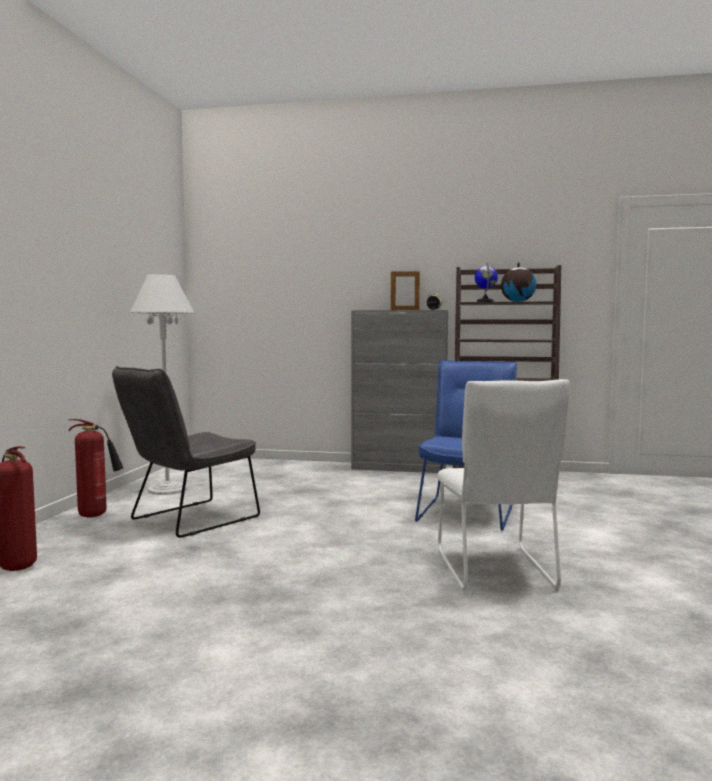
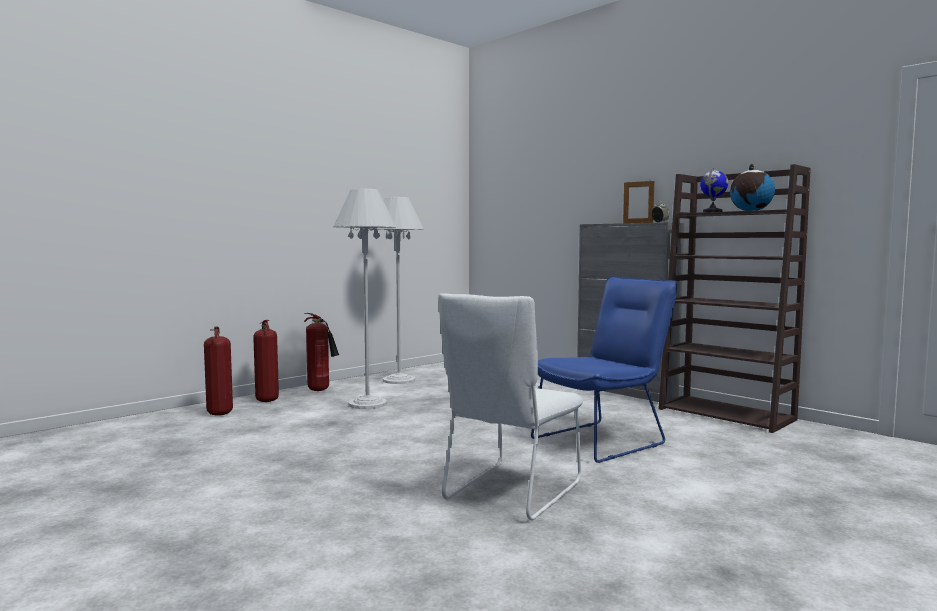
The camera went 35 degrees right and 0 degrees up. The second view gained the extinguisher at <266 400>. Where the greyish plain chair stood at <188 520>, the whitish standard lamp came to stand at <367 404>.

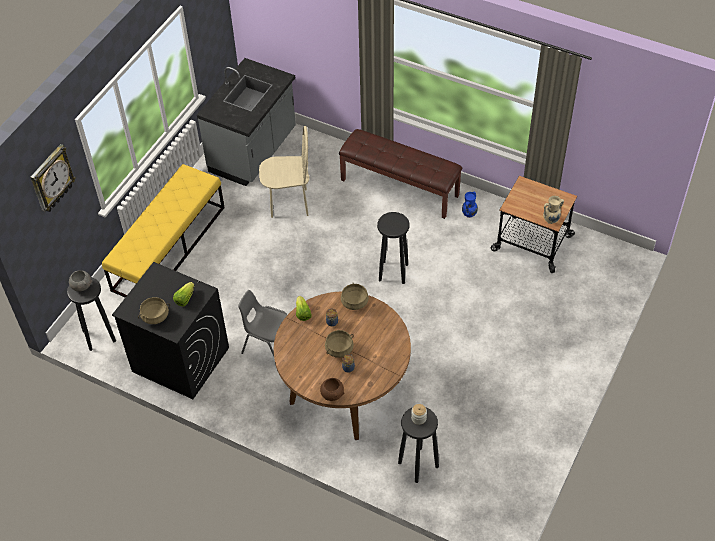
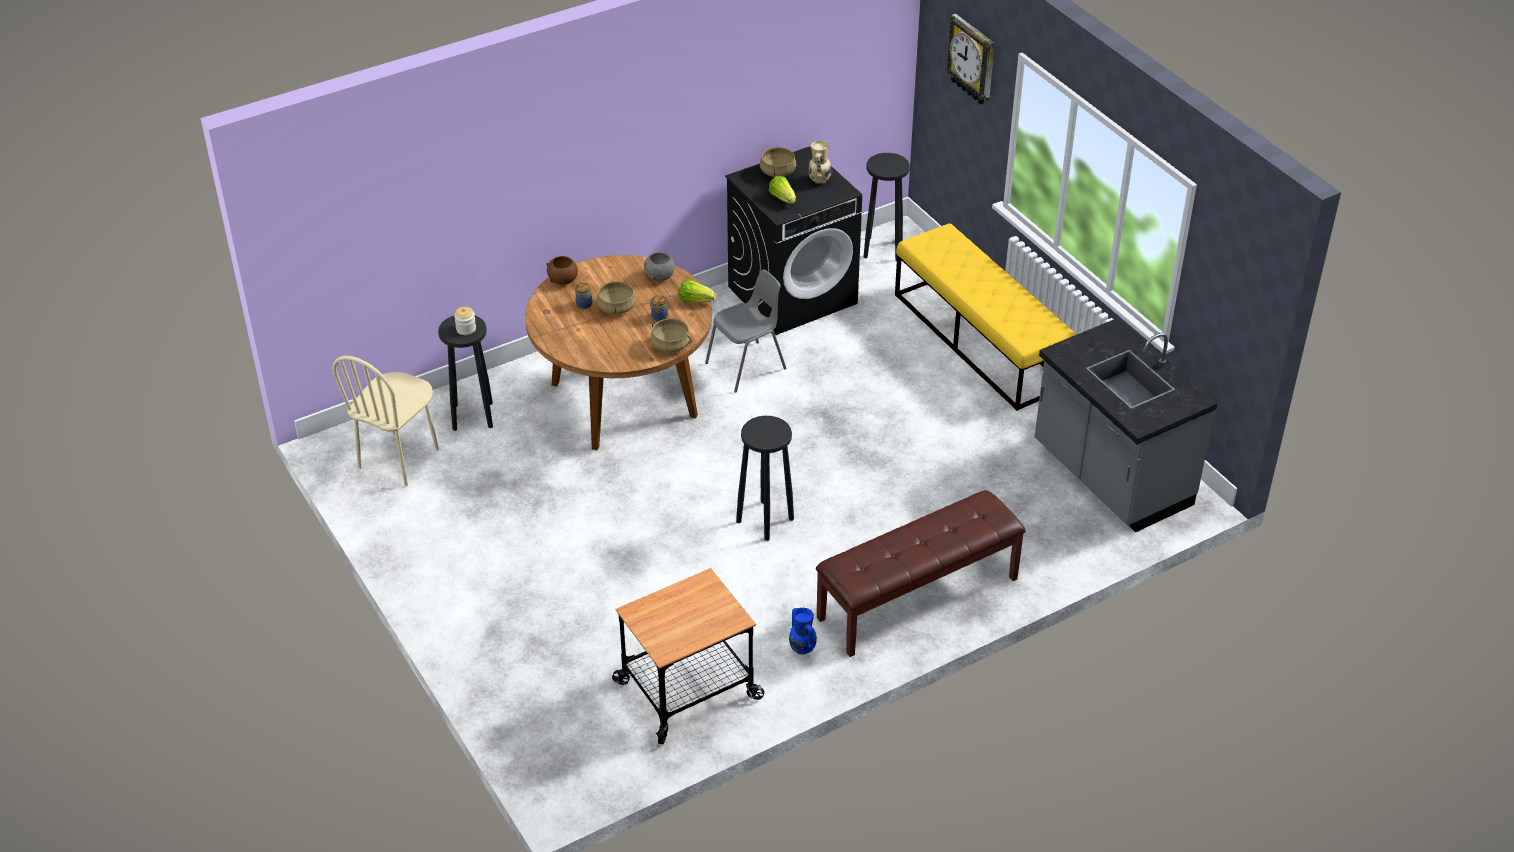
The camera went 120 degrees right and 10 degrees down. The greyish deep dish ended up elsewhere, having gone from <81 286> to <660 276>. The sand-coloured plain chair ended up elsewhere, having gone from <289 203> to <399 459>. The sand-coloured flower vase ended up elsewhere, having gone from <551 220> to <819 180>.

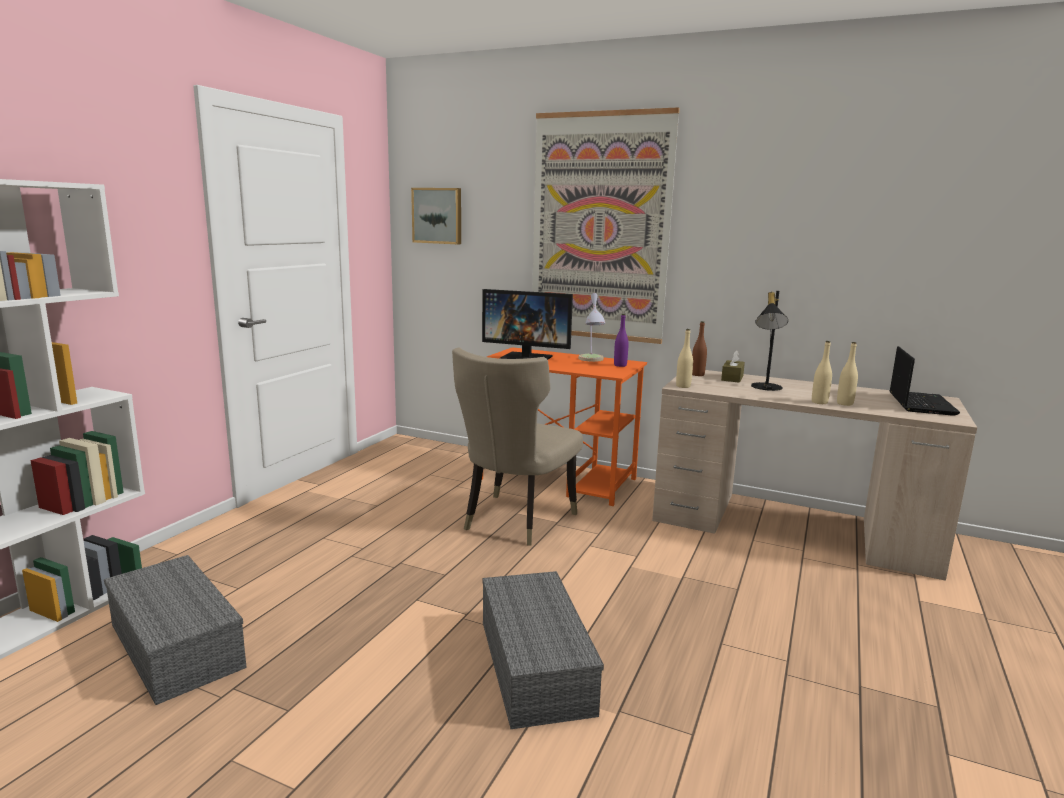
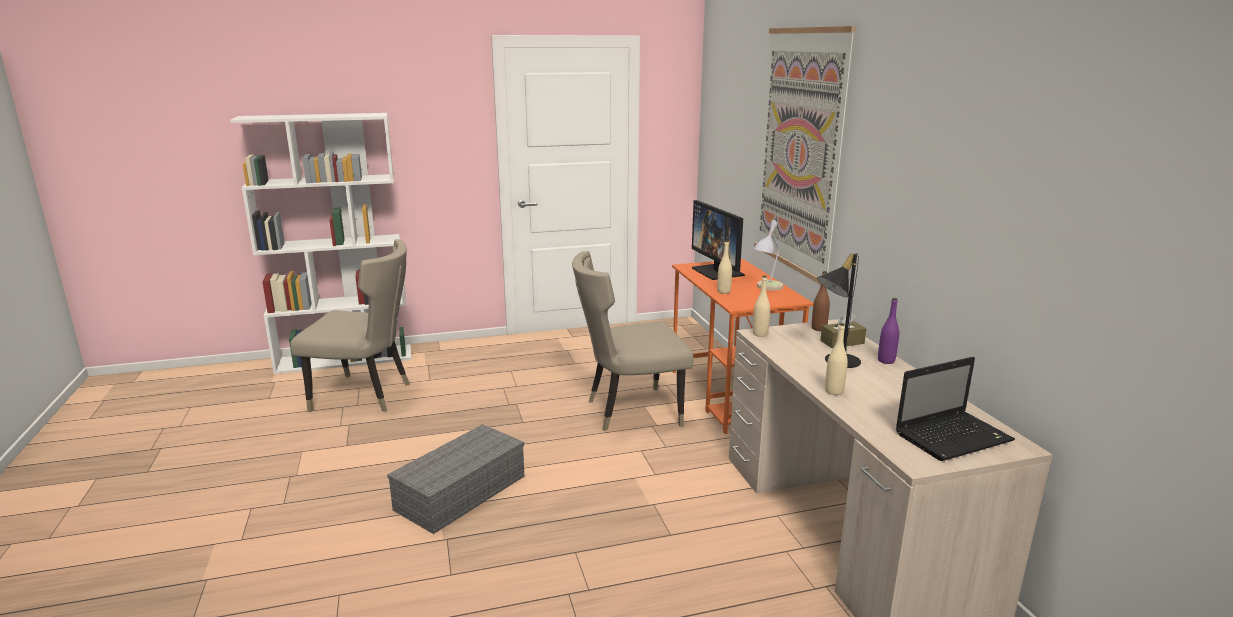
The camera went 50 degrees right and 5 degrees up. The second view lost the wall art at <438 216>. The purple drink bottle ended up elsewhere, having gone from <620 365> to <886 361>. The sand-coloured drink bottle ended up elsewhere, having gone from <844 403> to <723 291>. Where the greyish storage container stood at <179 646>, the sand-coloured plain chair came to stand at <366 395>.

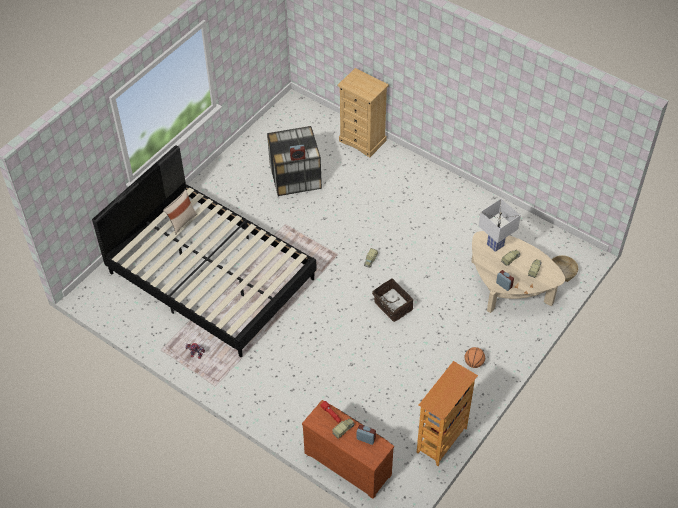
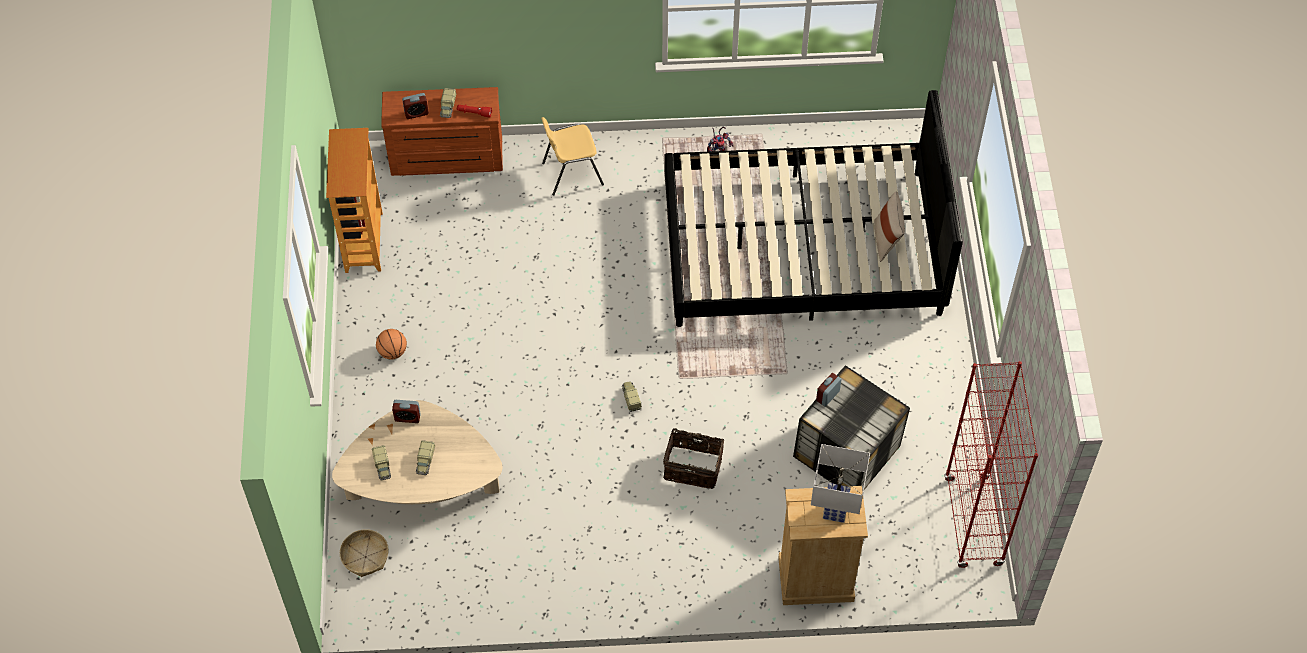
The camera went 140 degrees right and 5 degrees up. The second view gained the yellowish plain chair at <571 173>. The second view gained the red-coloured bookcase at <973 522>. The household basket ended up elsewhere, having gone from <392 306> to <693 466>. The whitish lamp for a table ended up elsewhere, having gone from <494 245> to <835 511>.

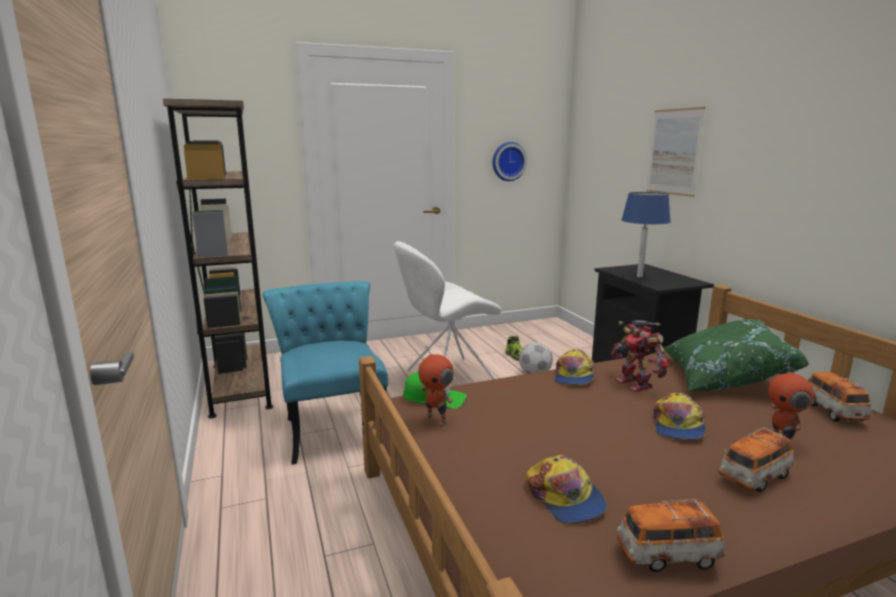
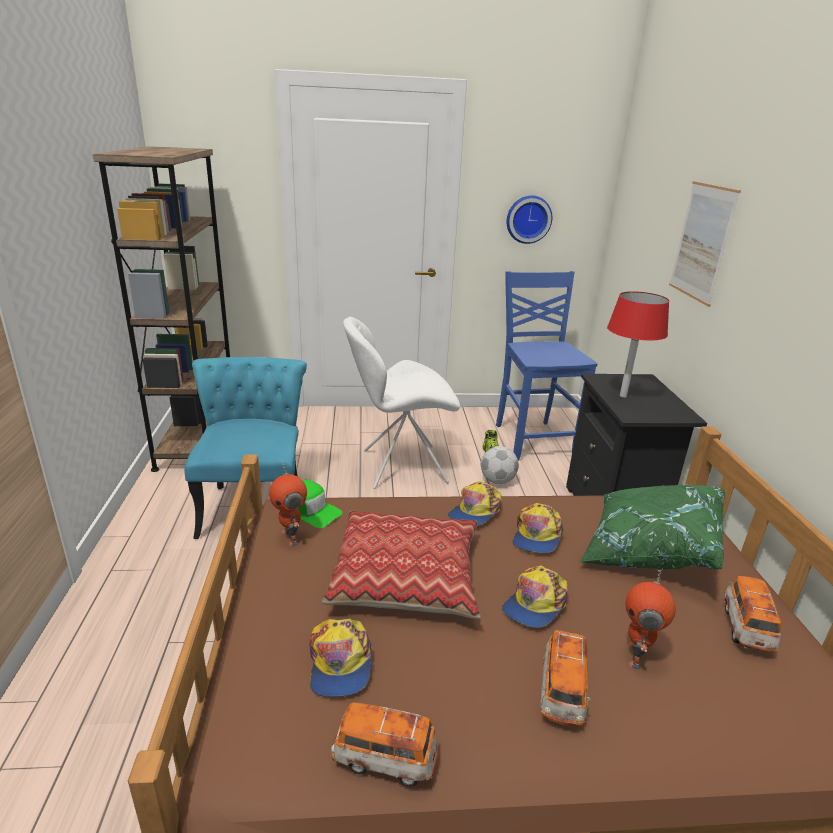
The camera went 15 degrees right and 10 degrees up. The second view gained the pillow at <406 576>. The second view gained the bluish plain chair at <533 439>. Where the toy robot stood at <635 383>, the peaked cap came to stand at <536 535>. What was the bluish lamp for a table at <640 276> turned into the red-coloured lamp for a table at <623 396>. The miniature car at <754 477> ended up facing another way, 60 degrees counterclockwise from before.

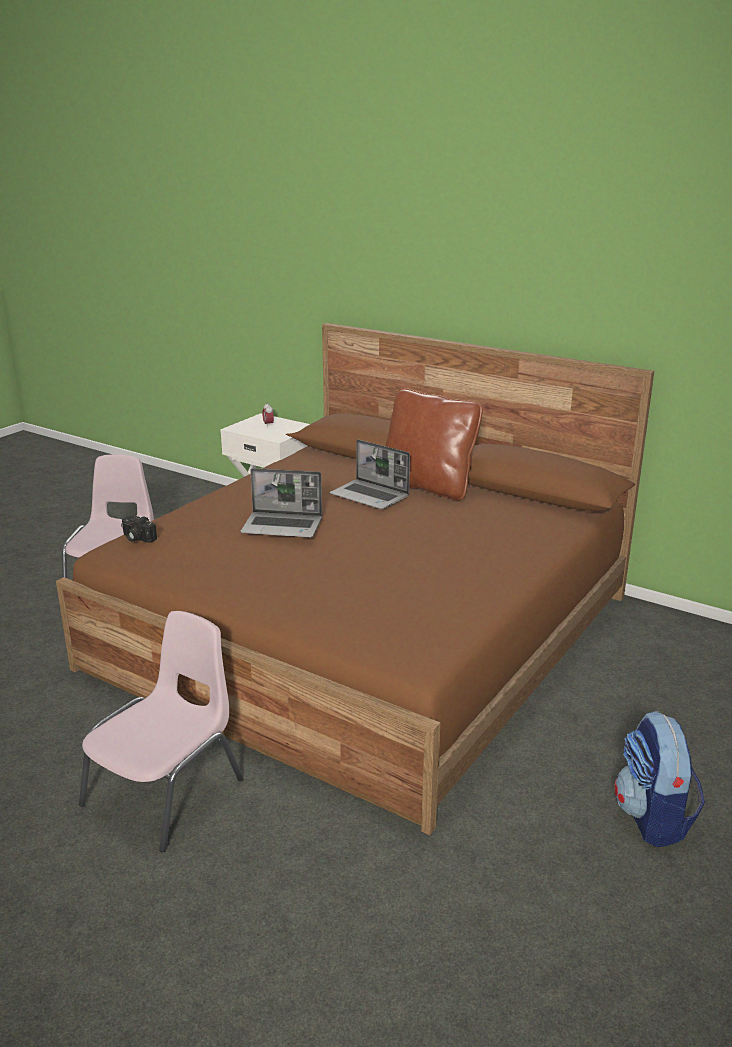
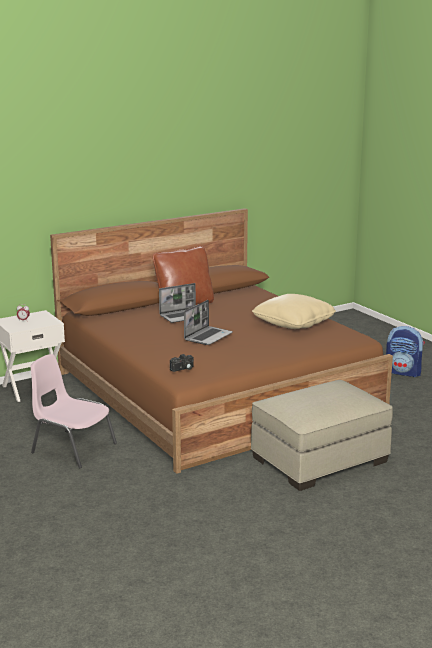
The camera went 65 degrees left and 5 degrees down. The second view gained the sand-coloured pillow at <293 323>. Where the pink-coloured plain chair stood at <167 792>, the sand-coloured ottoman came to stand at <320 459>.

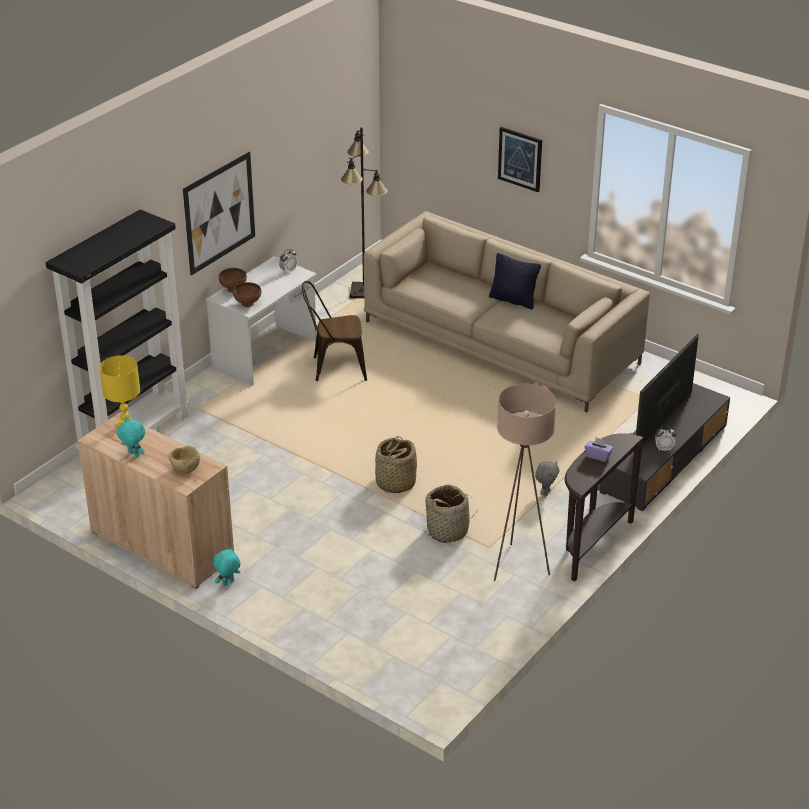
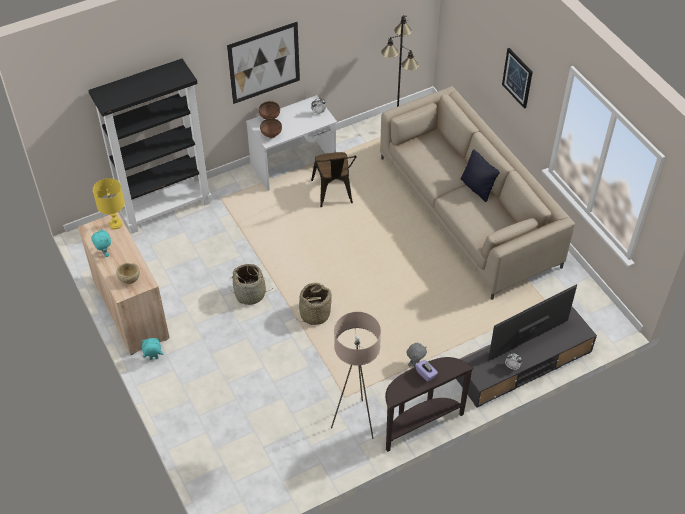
The camera went 25 degrees right and 15 degrees up. The household basket ended up elsewhere, having gone from <448 530> to <250 294>. The brownish plain chair at <334 368> ended up facing another way, 120 degrees counterclockwise from before.

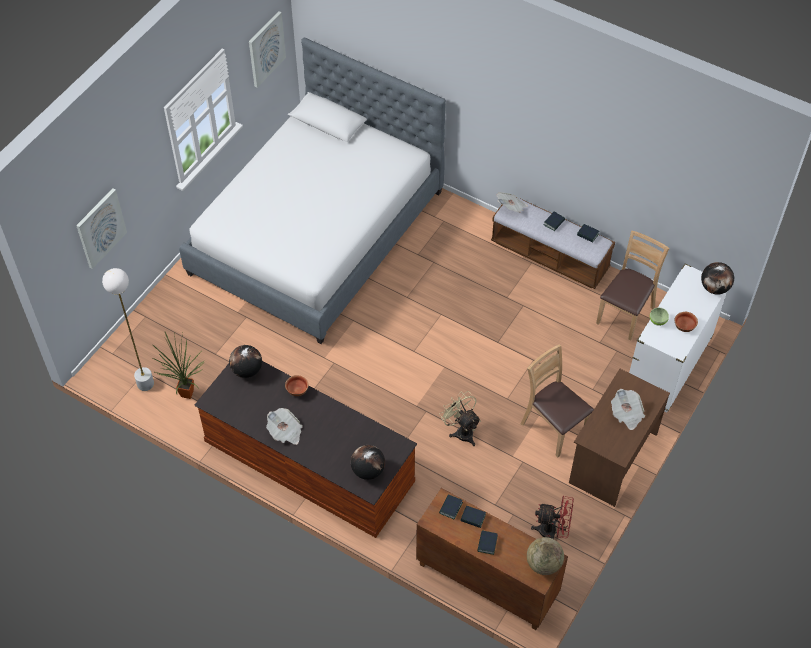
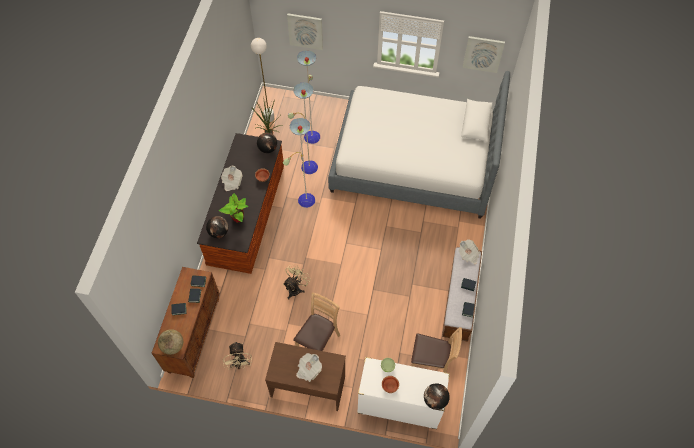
The camera went 70 degrees right and 5 degrees up. The second view gained the potted plant at <238 218>. The second view gained the standard lamp at <308 167>. What was the red-coloured electric fan at <552 532> turned into the sand-coloured electric fan at <240 363>.

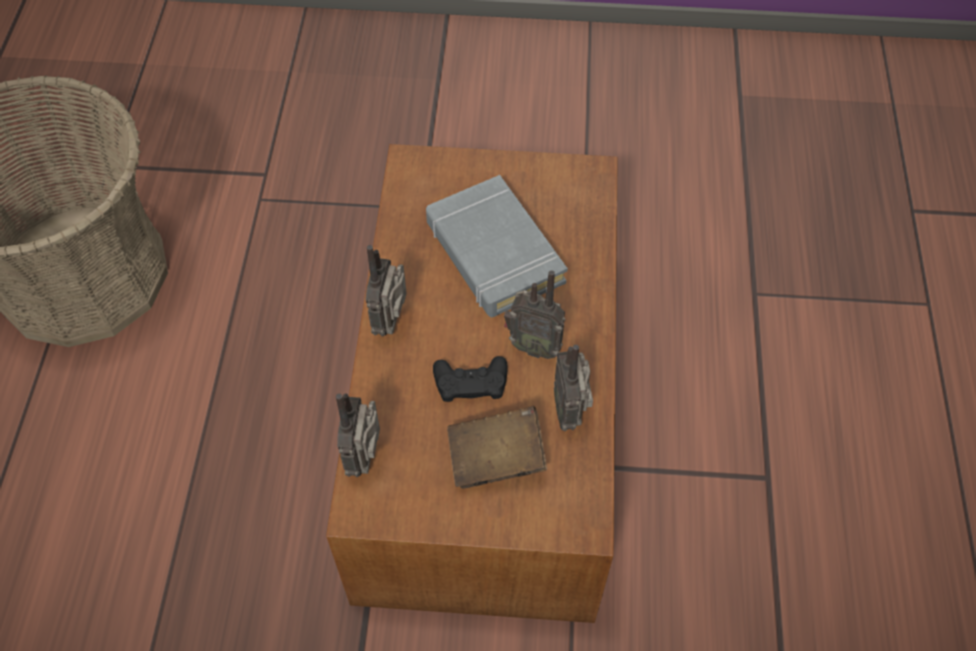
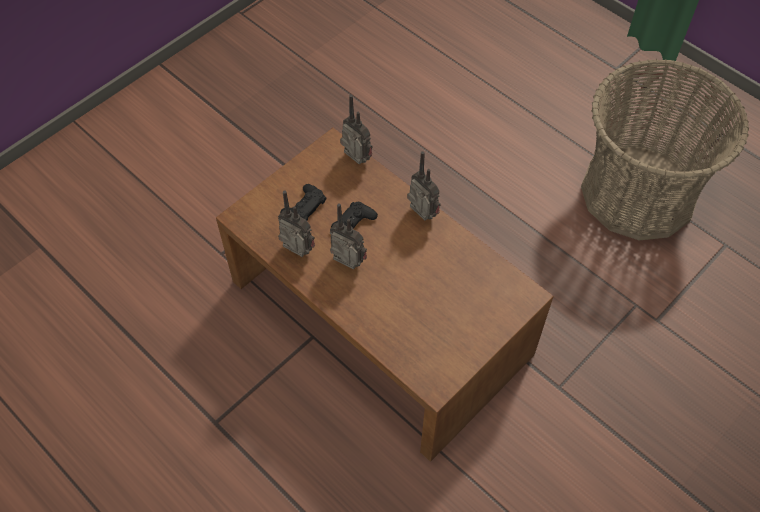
The camera went 130 degrees right and 0 degrees up. The second view lost the greyish bound book at <493 253>. Where the brownish bound book stood at <496 459>, the black game controller came to stand at <304 207>. The radio set at <534 345> ended up facing another way, 60 degrees clockwise from before.

